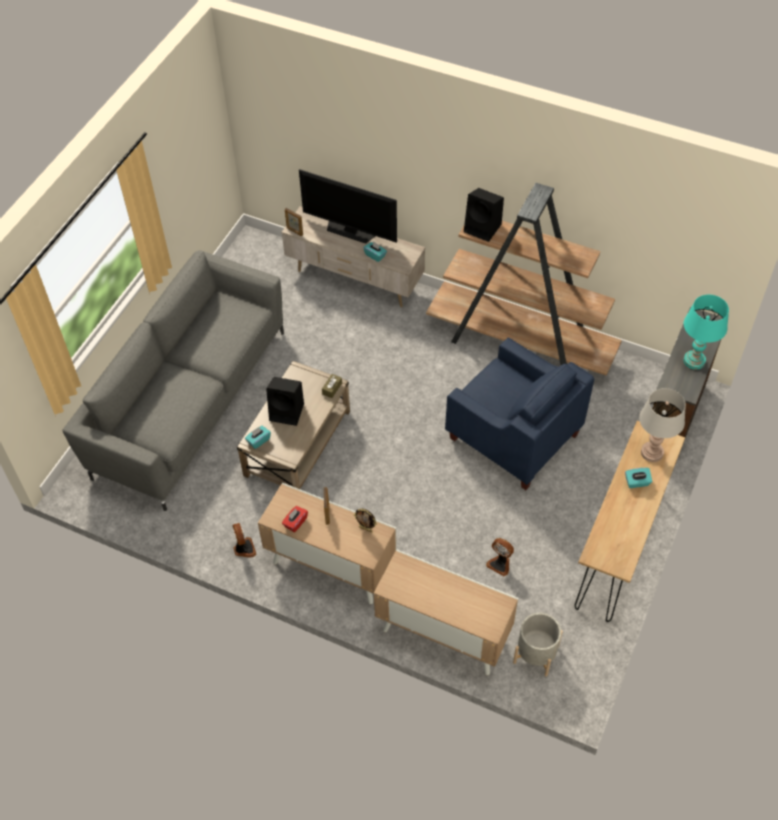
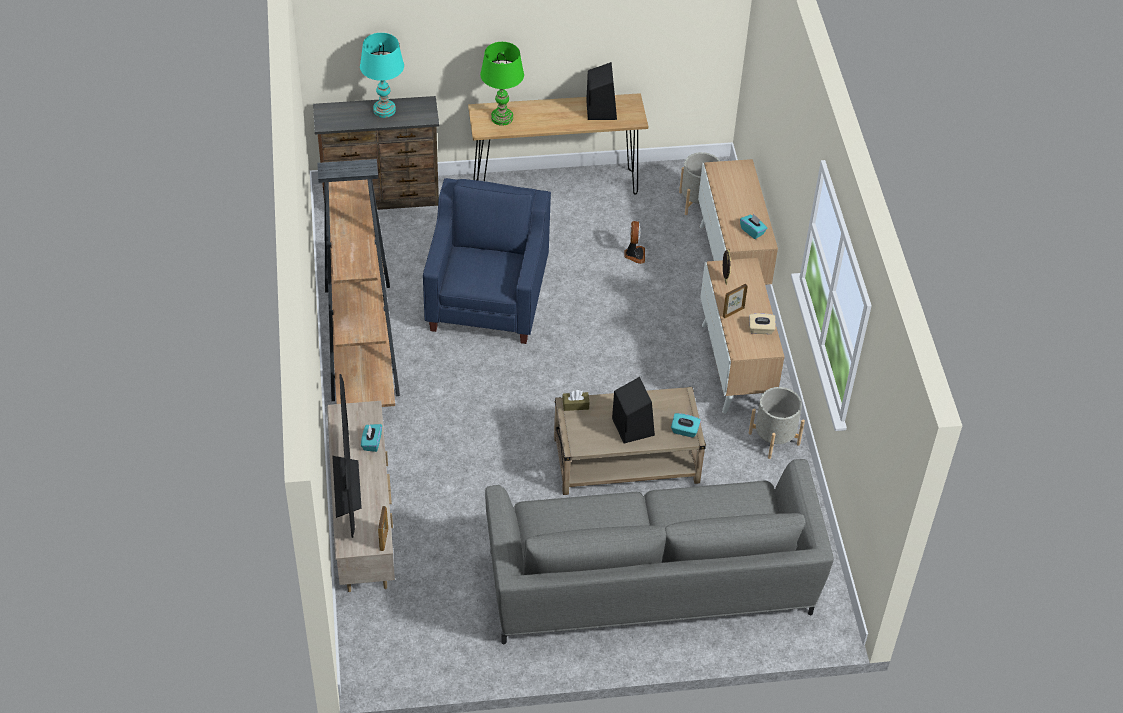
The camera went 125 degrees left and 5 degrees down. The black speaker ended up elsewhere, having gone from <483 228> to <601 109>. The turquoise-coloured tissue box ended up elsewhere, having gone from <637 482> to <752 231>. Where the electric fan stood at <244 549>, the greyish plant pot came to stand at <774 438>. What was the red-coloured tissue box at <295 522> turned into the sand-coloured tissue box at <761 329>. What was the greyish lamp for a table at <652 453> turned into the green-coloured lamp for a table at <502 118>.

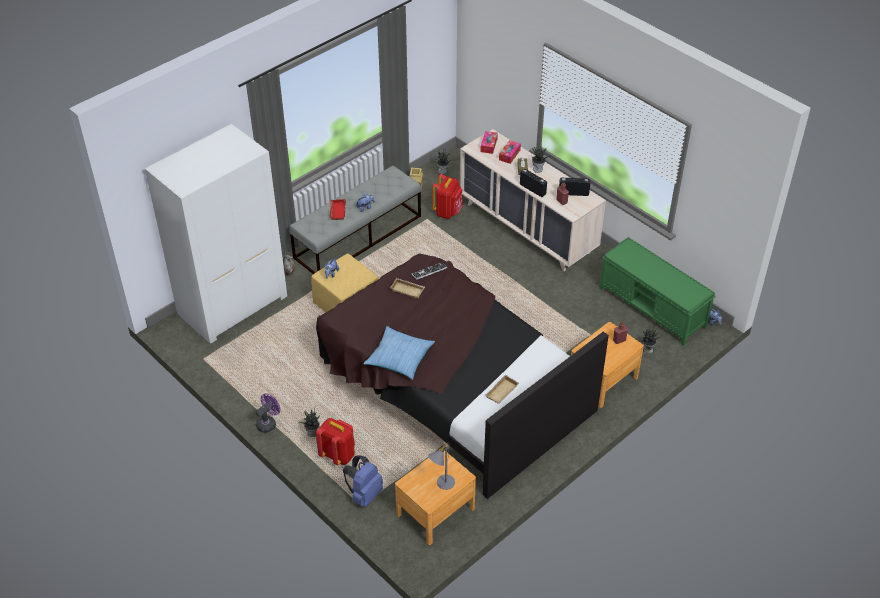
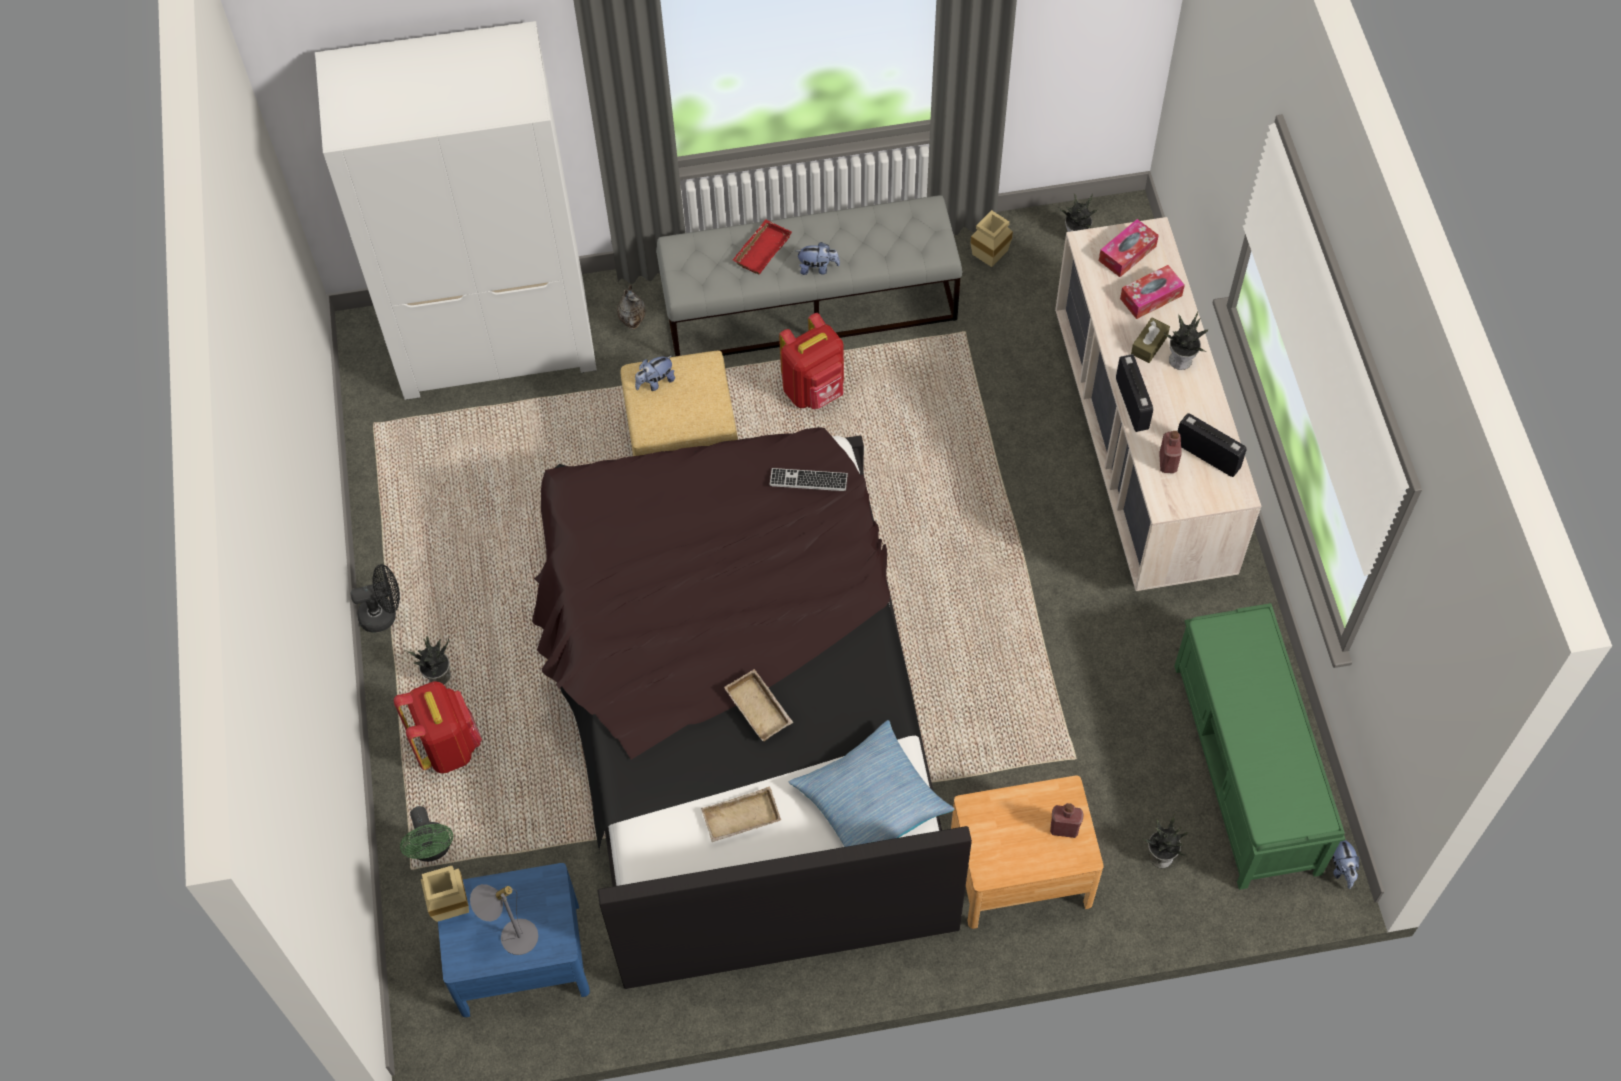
The camera went 35 degrees right and 15 degrees up. The second view gained the sand-coloured flower vase at <453 906>. The pillow ended up elsewhere, having gone from <399 357> to <871 802>. The sand-coloured carrying tray ended up elsewhere, having gone from <408 290> to <761 708>. The red-coloured backpack ended up elsewhere, having gone from <448 212> to <814 390>. Where the bluish backpack stood at <364 494>, the green-coloured electric fan came to stand at <432 849>. What was the purple electric fan at <268 423> turned into the black electric fan at <384 614>. What was the brownish nightstand at <435 512> turned into the bluish nightstand at <520 958>.

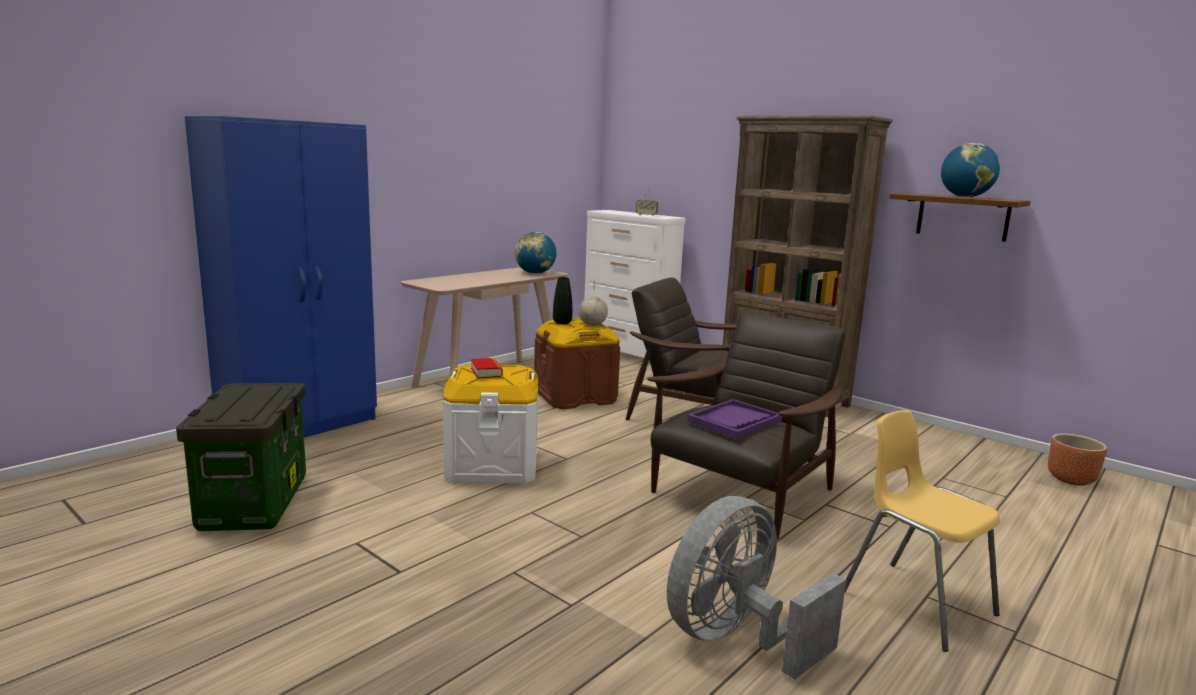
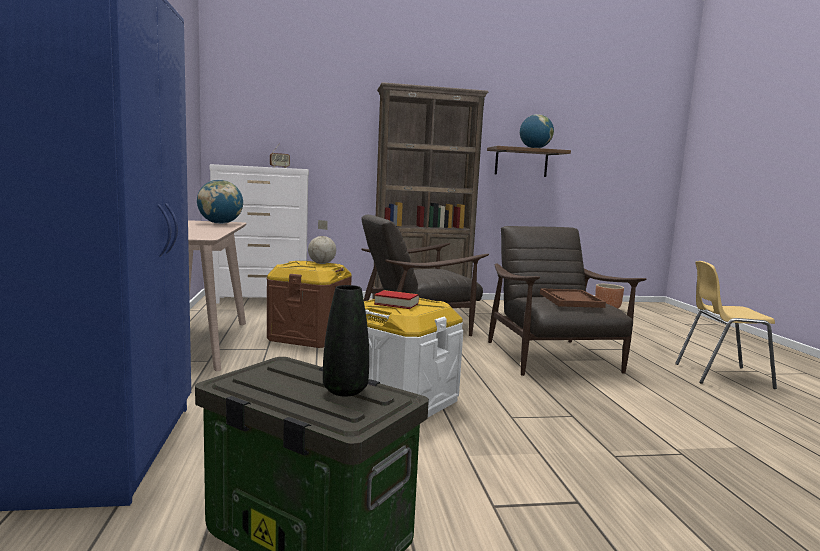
The camera went 50 degrees left and 5 degrees down. The second view lost the greyish electric fan at <737 638>. The black flower vase ended up elsewhere, having gone from <562 322> to <345 390>. What was the purple carrying tray at <734 421> turned into the brownish carrying tray at <571 300>.

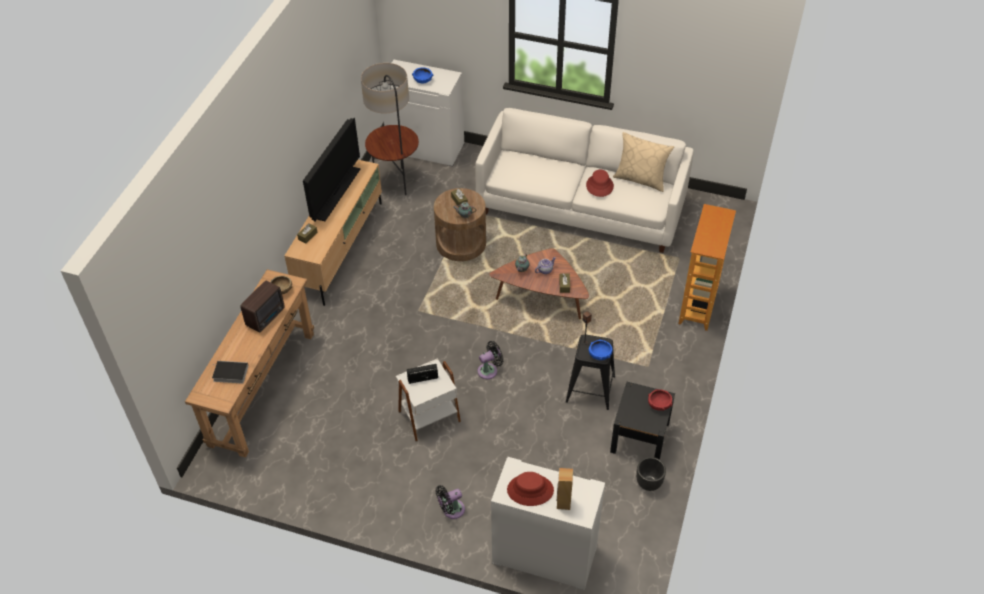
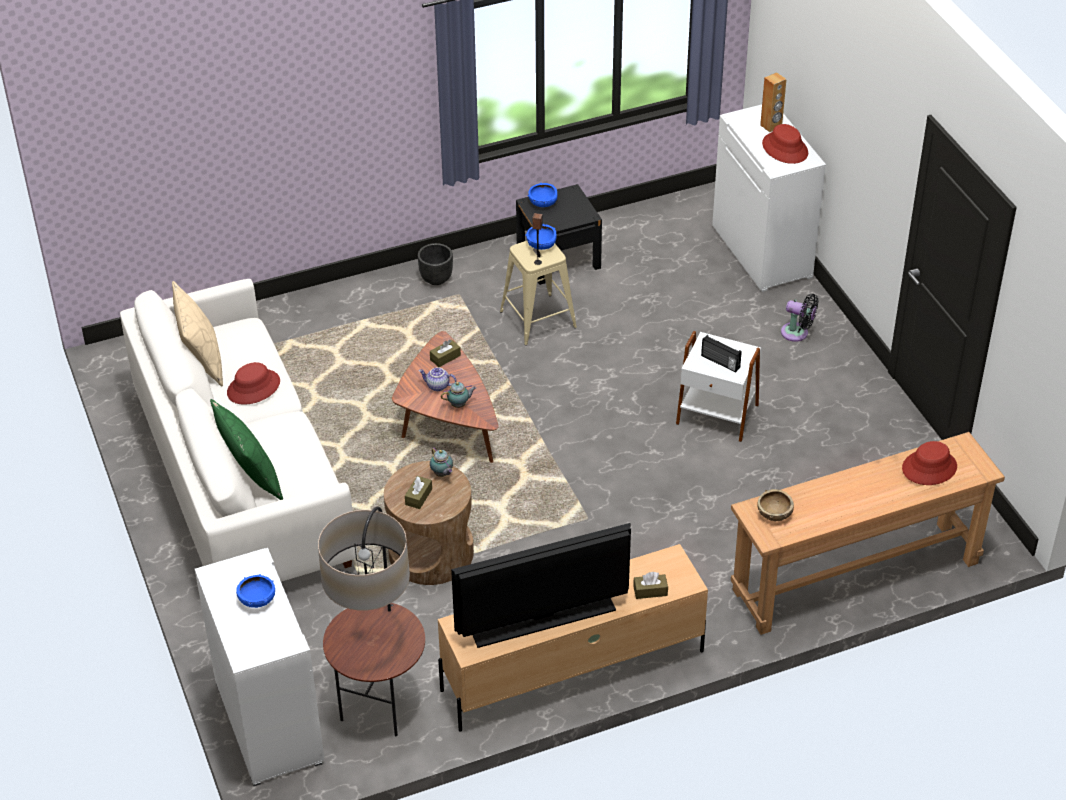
The camera went 130 degrees left and 5 degrees down. The second view lost the radio set at <266 317>. The second view lost the black electric fan at <489 370>. The second view lost the bookcase at <699 306>. The second view gained the green-coloured pillow at <250 477>. The black plant pot ended up elsewhere, having gone from <649 483> to <436 278>. Where the bound book stood at <229 373>, the red-coloured wearable hat came to stand at <929 467>. What was the black stool seat at <590 389> turned into the sand-coloured stool seat at <538 319>. What was the red-coloured deep dish at <659 404> turned into the bluish deep dish at <543 202>.

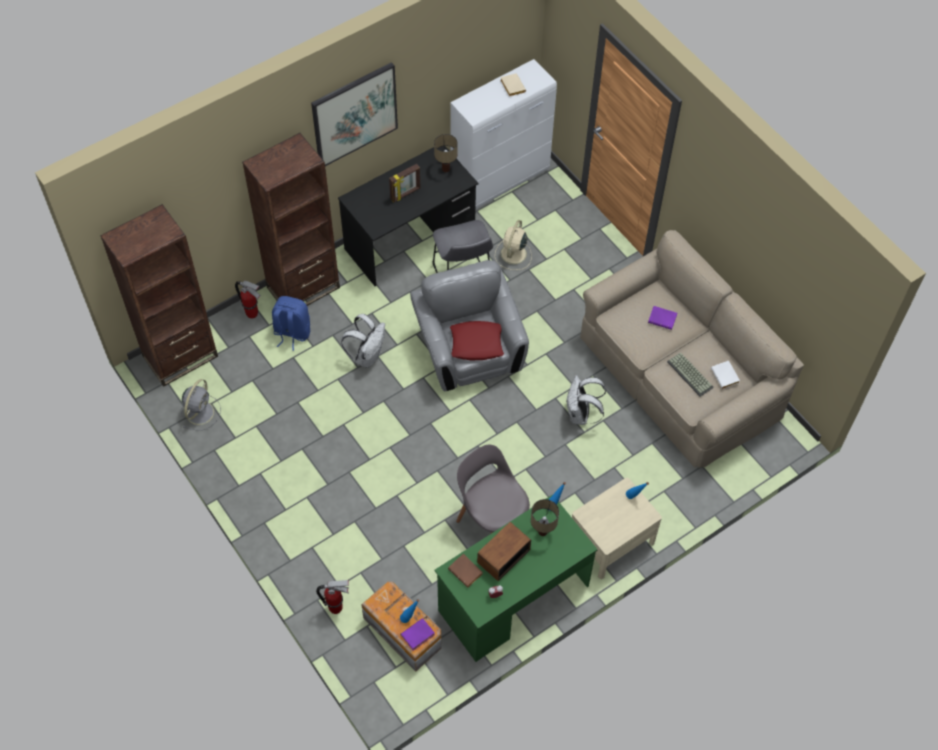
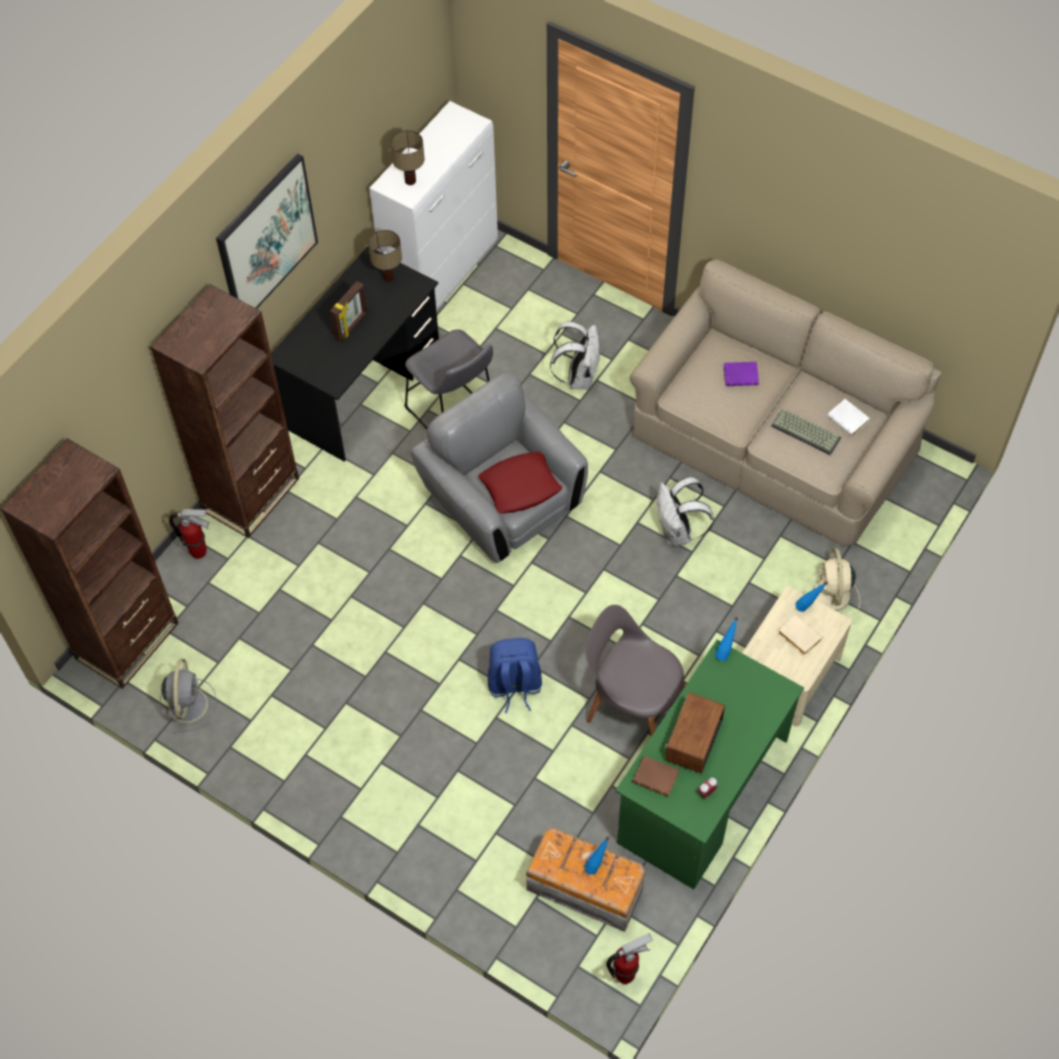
The camera went 20 degrees left and 0 degrees up. The second view lost the purple bound book at <417 636>. The bluish backpack ended up elsewhere, having gone from <292 333> to <514 686>. The extinguisher ended up elsewhere, having gone from <336 608> to <626 974>. The whitish backpack ended up elsewhere, having gone from <367 356> to <578 376>. The sand-coloured electric fan ended up elsewhere, having gone from <513 254> to <831 596>. The sand-coloured bound book ended up elsewhere, having gone from <511 86> to <798 637>. The lamp for a table ended up elsewhere, having gone from <542 531> to <410 180>.

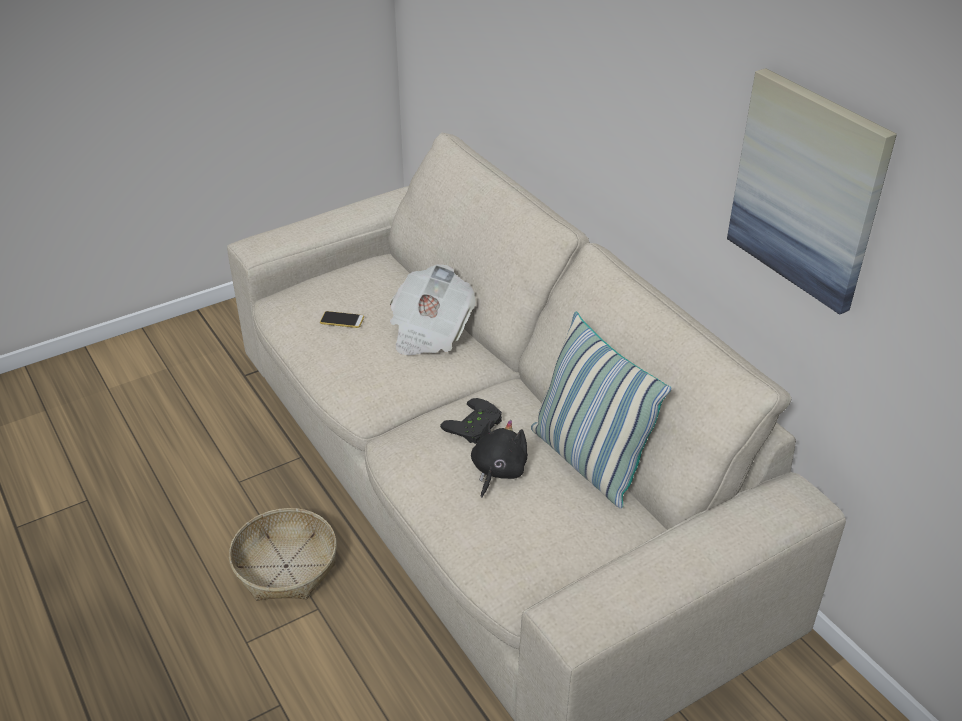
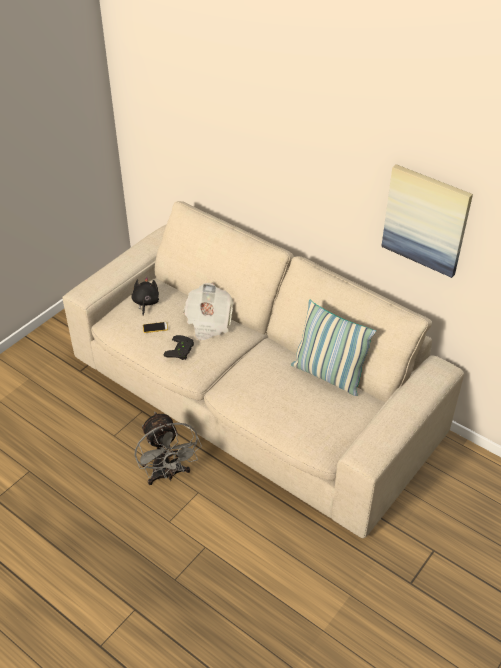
The camera went 20 degrees left and 5 degrees up. The black game controller ended up elsewhere, having gone from <475 426> to <181 350>. The black plush toy ended up elsewhere, having gone from <497 471> to <145 303>. Where the household basket stood at <286 566>, the greyish electric fan came to stand at <168 475>.

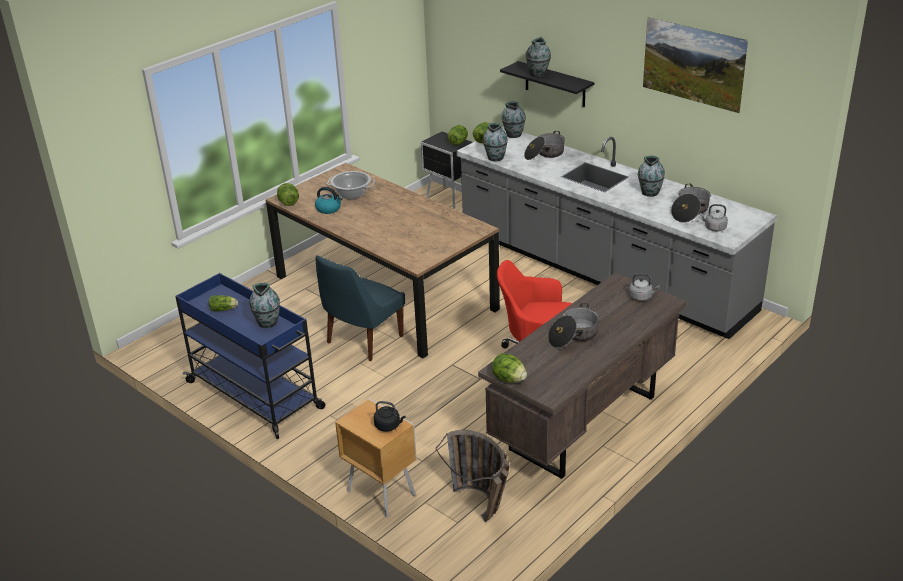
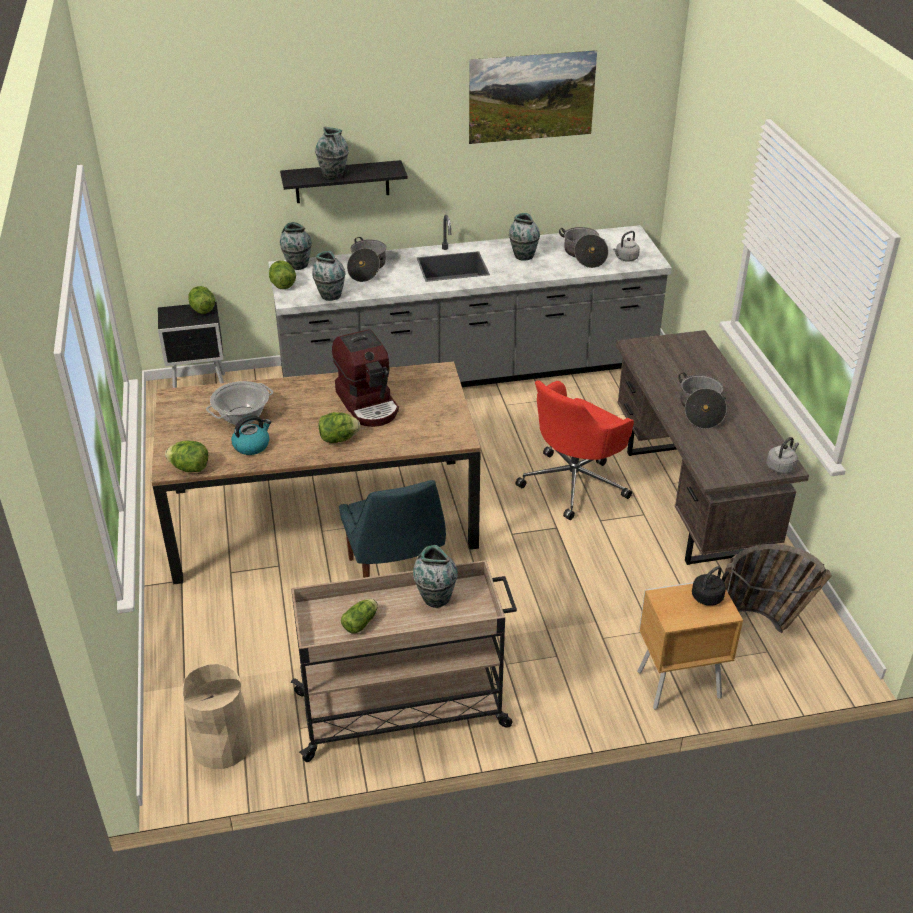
The camera went 55 degrees left and 5 degrees up. The second view gained the sand-coloured rubbish bin at <222 745>. The second view gained the coffee machine at <368 404>. The lettuce head ended up elsewhere, having gone from <509 379> to <338 439>. The greyish water kettle ended up elsewhere, having gone from <641 297> to <781 467>. What was the bluish trolley at <256 396> turned into the sand-coloured trolley at <404 710>.

